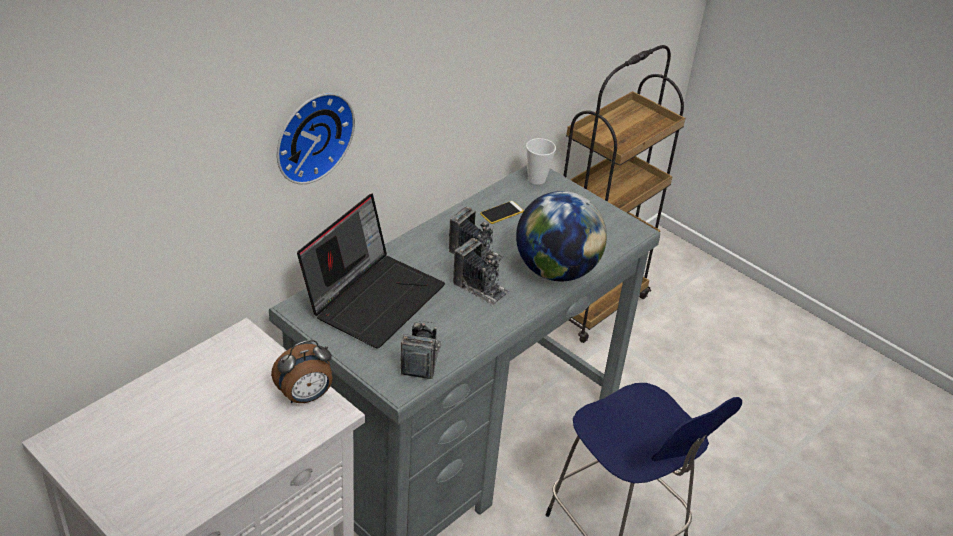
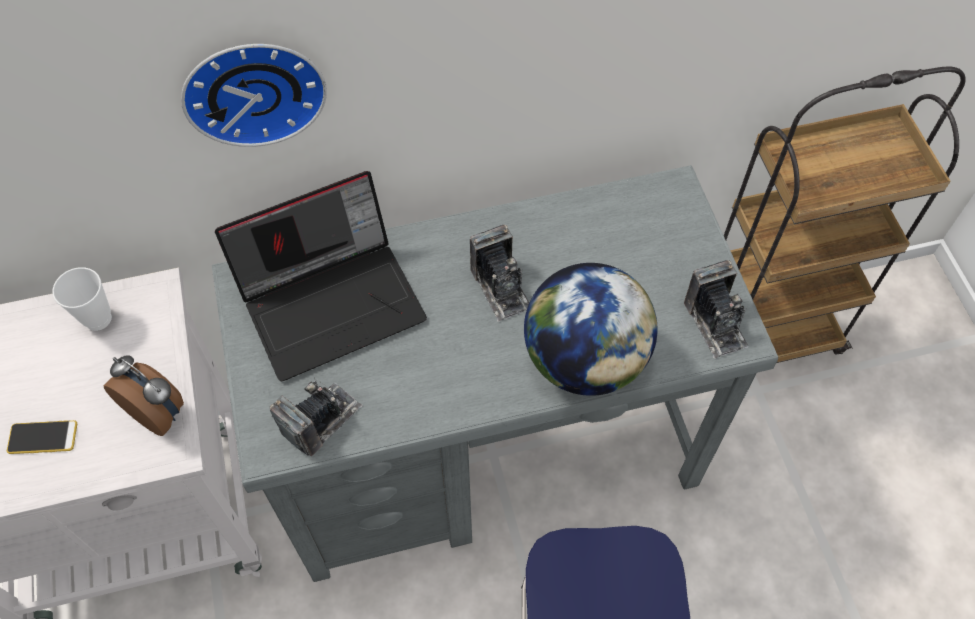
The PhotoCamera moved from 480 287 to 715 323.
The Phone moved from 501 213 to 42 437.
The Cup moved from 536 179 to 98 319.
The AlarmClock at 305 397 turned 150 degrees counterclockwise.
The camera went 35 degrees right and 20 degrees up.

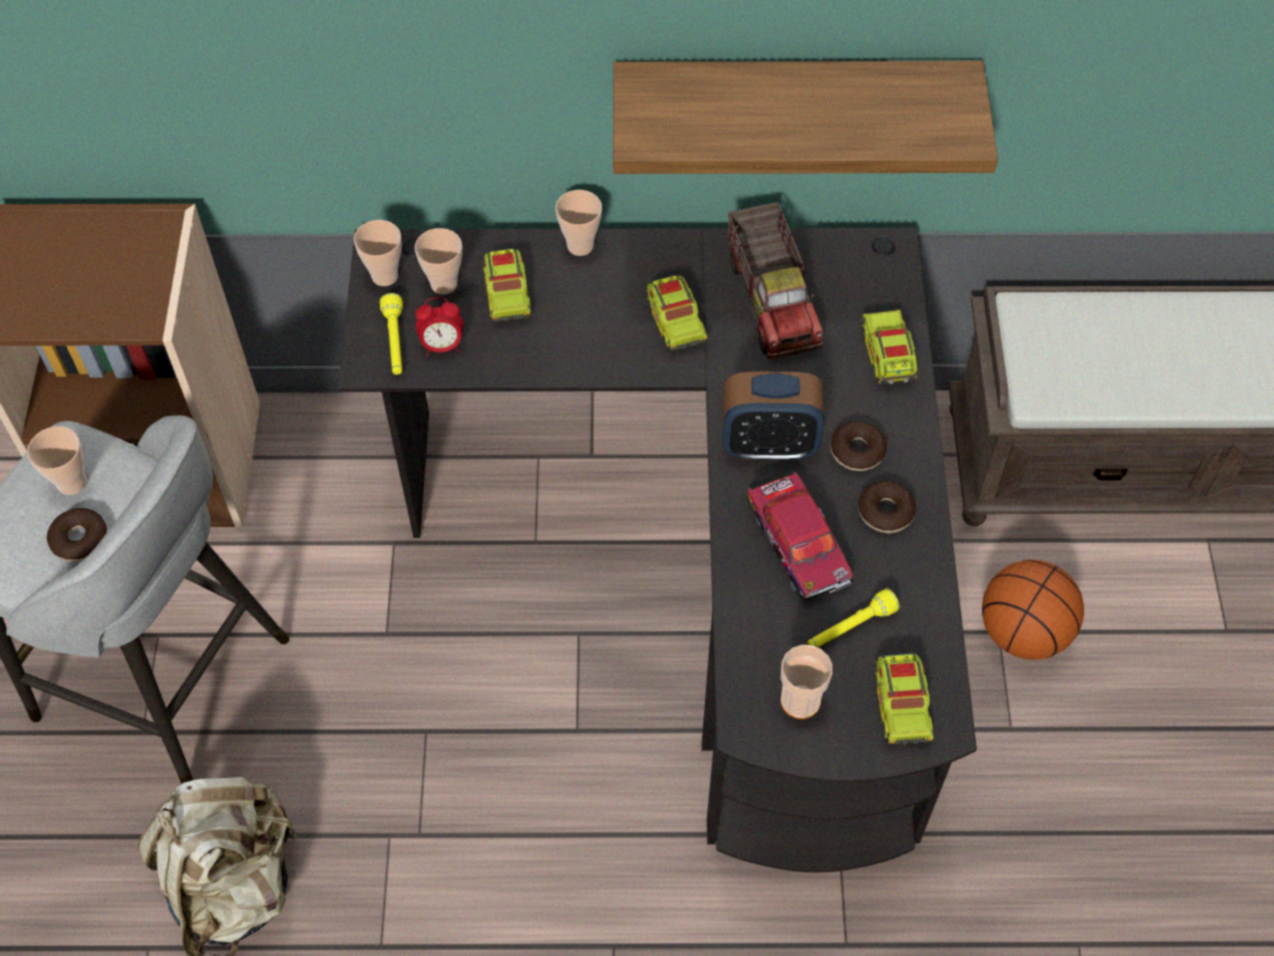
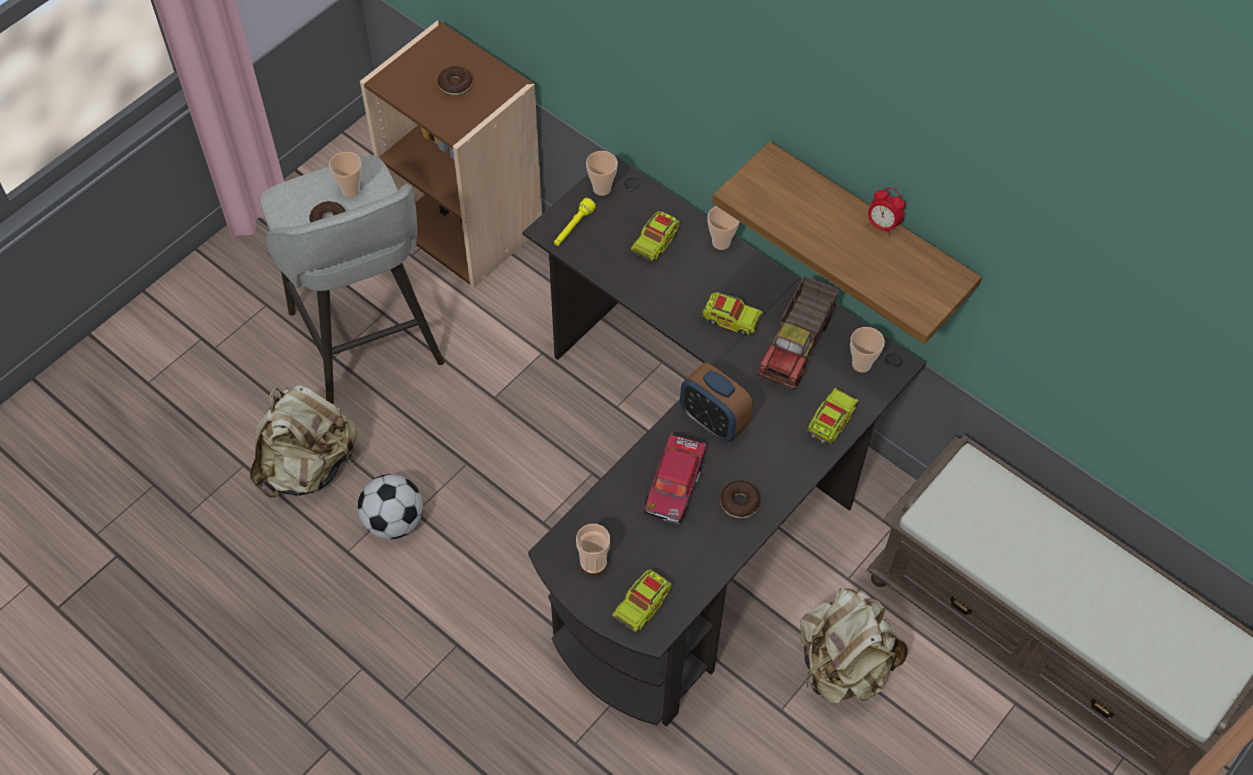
The YellowFlashlight at 850 628 disappeared.
The Football at 394 521 appeared.
The Cup moved from 444 284 to 861 364.
The AlarmClock moved from 442 346 to 882 225.
The Donut moved from 857 451 to 455 85.
The Basketball at 1023 632 was replaced by the BeigeBackpack at 843 665.
The ToyTruck at 675 321 turned 90 degrees counterclockwise.
The camera went 40 degrees right and 0 degrees up.

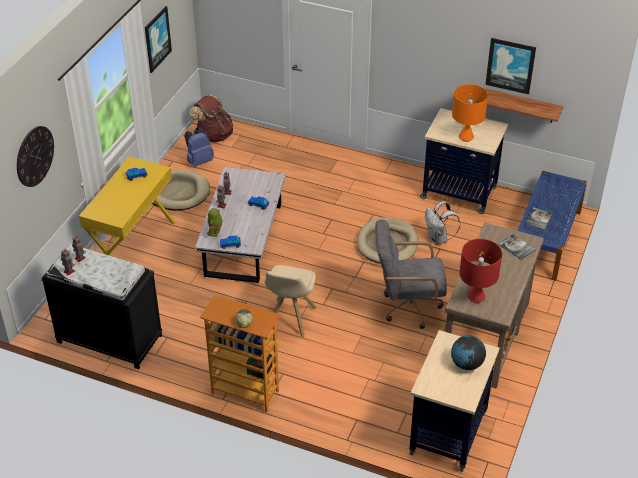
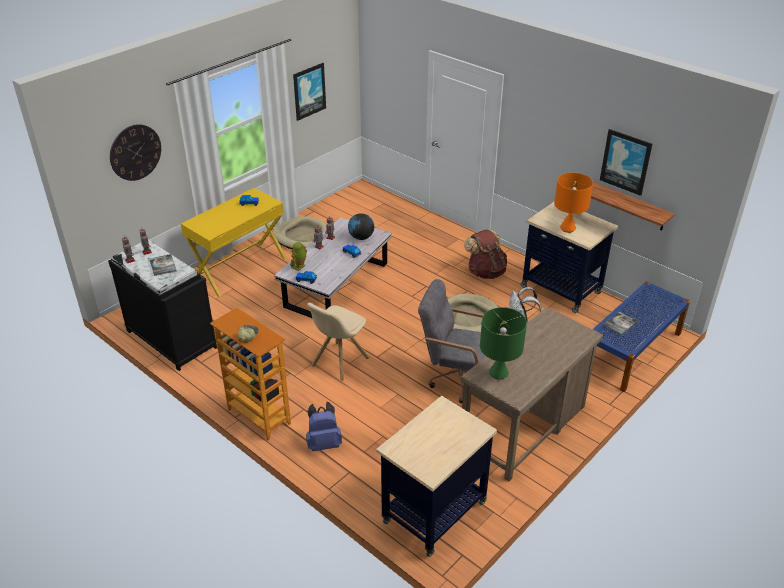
The BlueBackpack moved from 199 161 to 324 443.
The BrownBackpack moved from 214 135 to 485 272.
The Globe moved from 466 364 to 361 237.
The Book moved from 517 247 to 162 265.
The RedTableLamp at 476 297 became the GreenTableLamp at 498 374.
The camera went 20 degrees right and 5 degrees down.

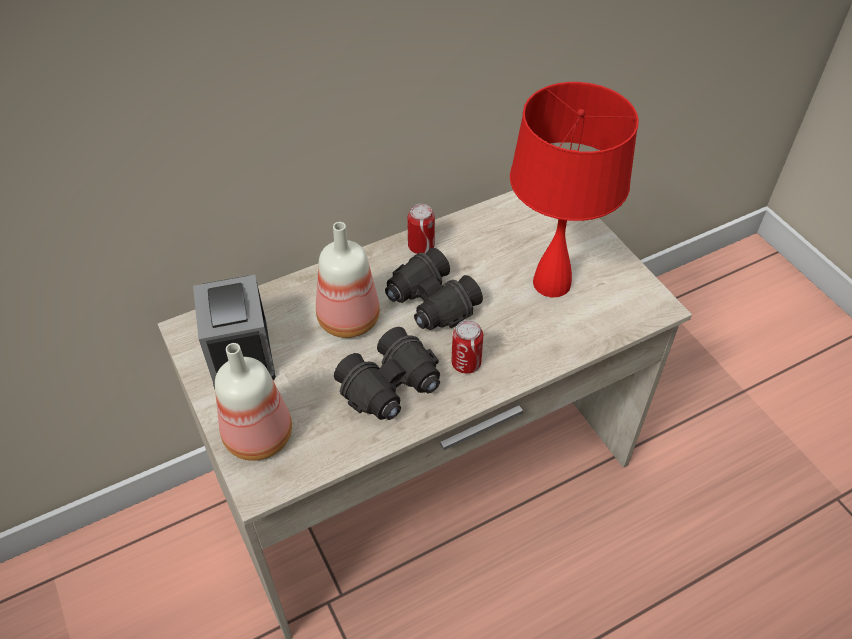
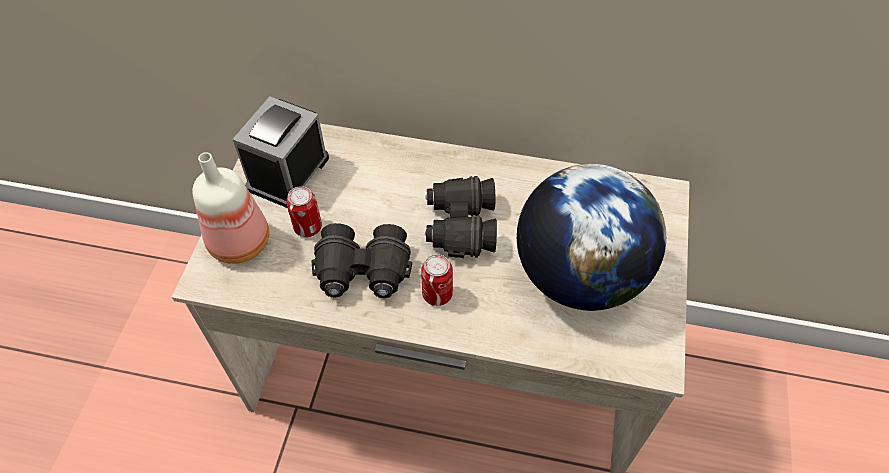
The Bottle at 348 321 disappeared.
The Can moved from 421 246 to 308 227.
The RedTableLamp at 551 283 was replaced by the Globe at 578 275.
The camera went 40 degrees right and 5 degrees up.

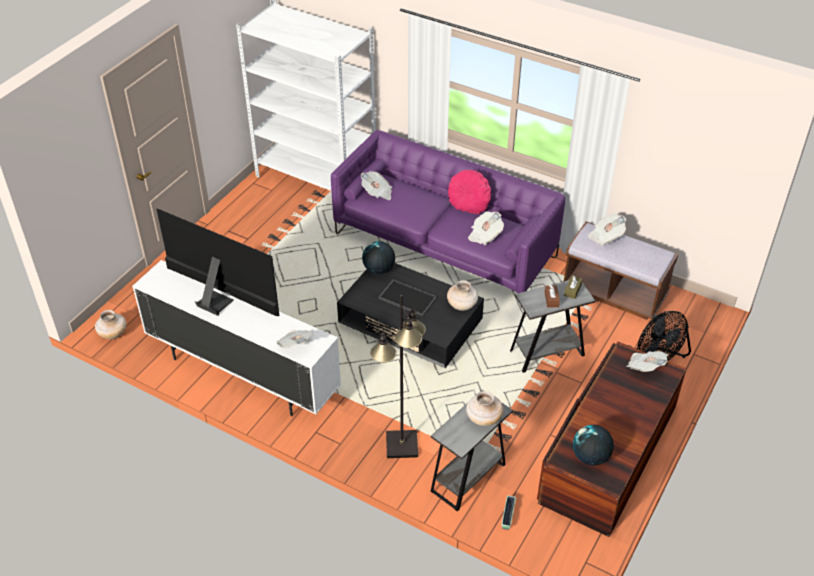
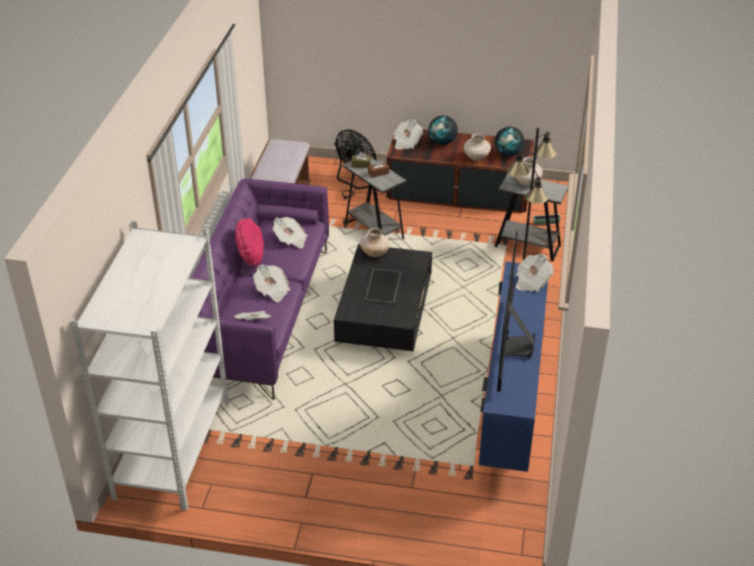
The BeigeVase moved from 113 334 to 476 157.
The Globe moved from 379 270 to 442 142.
The Newspaper moved from 605 236 to 272 290.
The WhiteTvStand at 242 374 became the BlueTvStand at 511 405.
The camera went 110 degrees left and 5 degrees down.

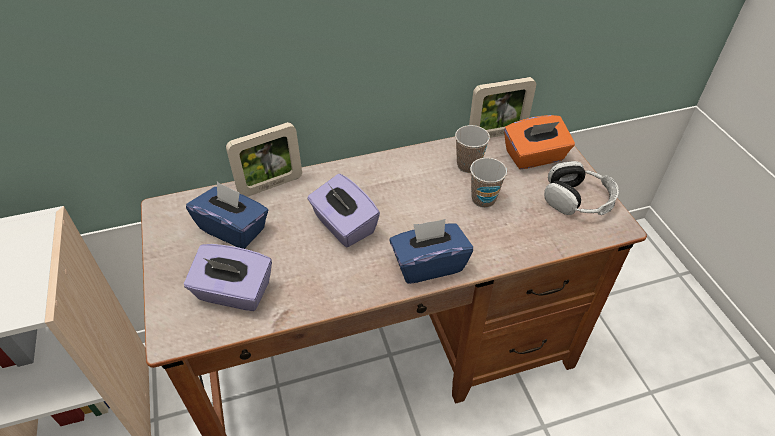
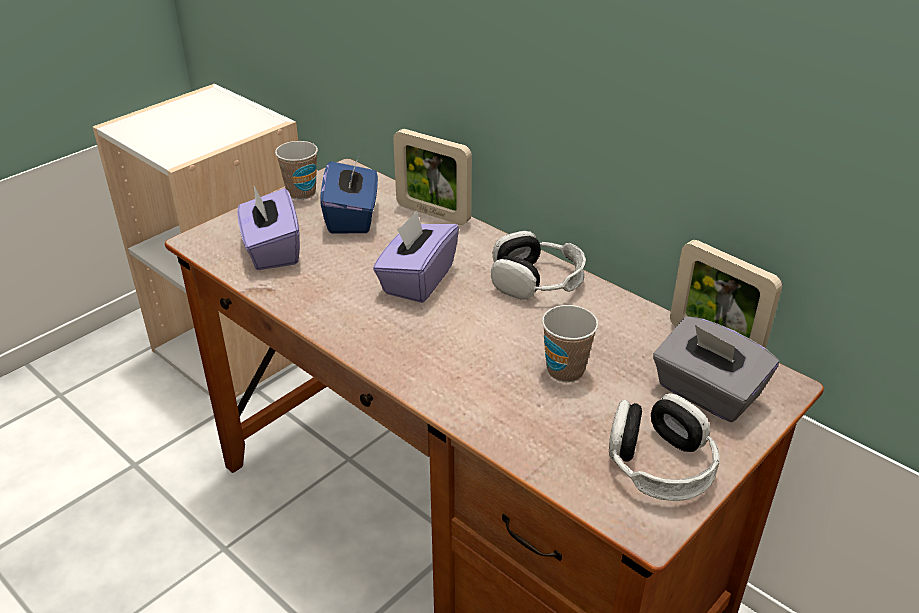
The BlueTissueBox at 428 264 disappeared.
The Headphones at 537 281 appeared.
The Cup moved from 468 165 to 301 193.
The OrangeTissueBox at 534 157 became the GreyTissueBox at 706 393.
The camera went 60 degrees right and 10 degrees down.

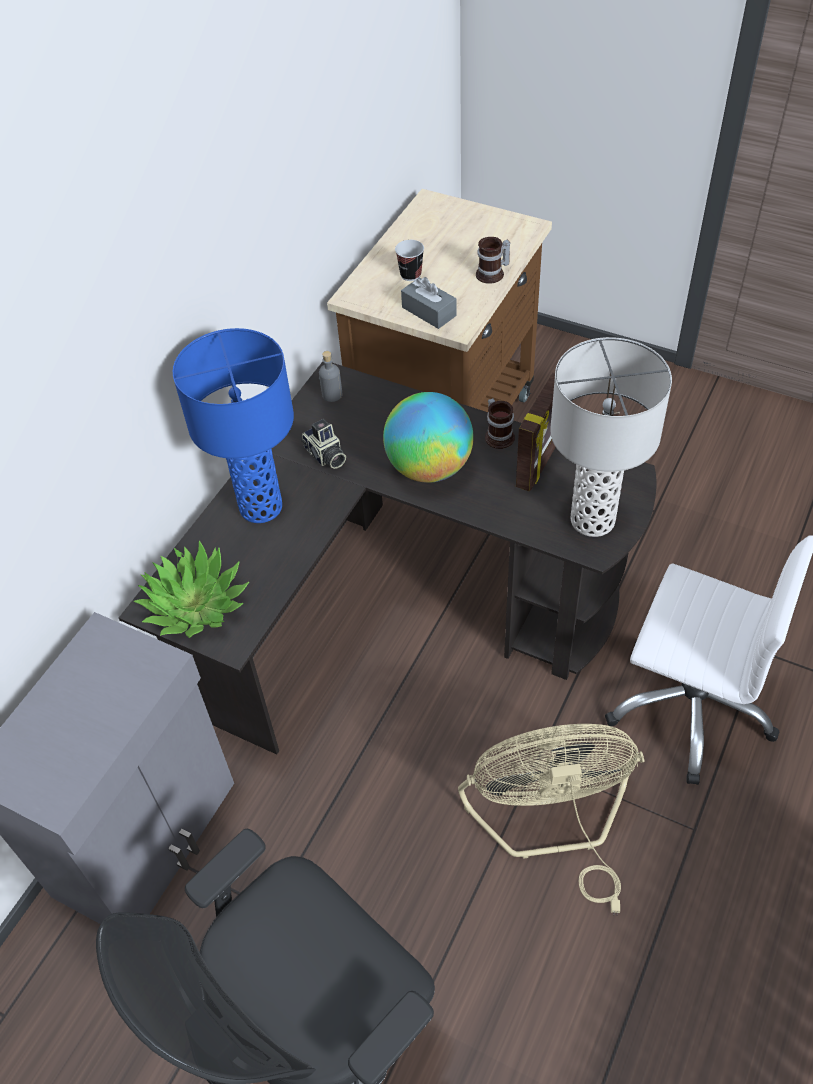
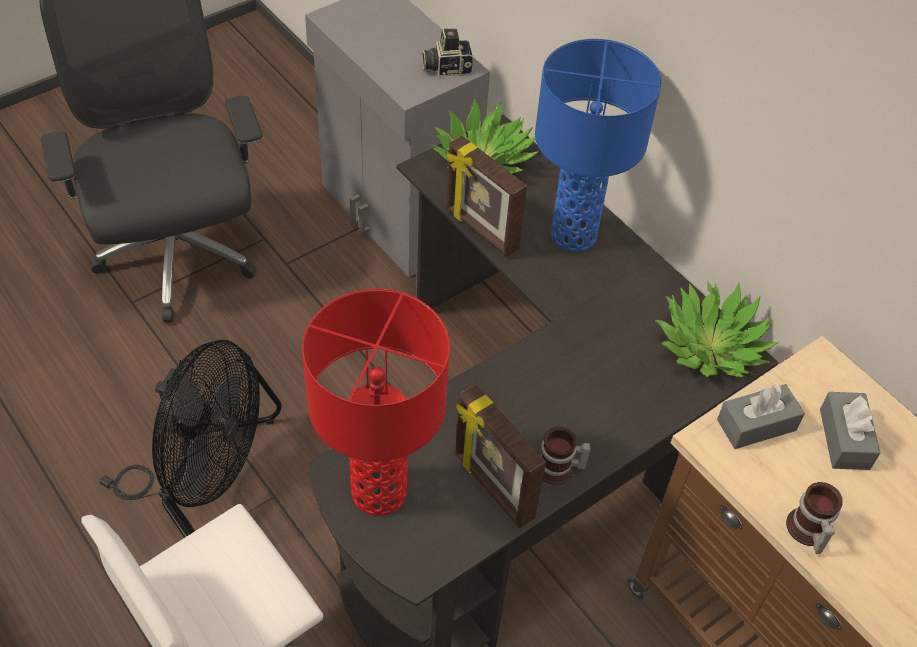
The Globe at 429 467 disappeared.
The PictureFrame at 480 230 appeared.
The PhotoCamera moved from 325 456 to 446 67.
The GreyBottle at 332 395 was replaced by the PottedPlant at 710 345.
The Cup at 410 275 was replaced by the GreyTissueBox at 844 439.
The BeigeFan at 558 828 became the BlackFan at 202 479.
The WhiteTableLamp at 592 519 became the RedTableLamp at 380 491.
The camera went 110 degrees right and 0 degrees up.

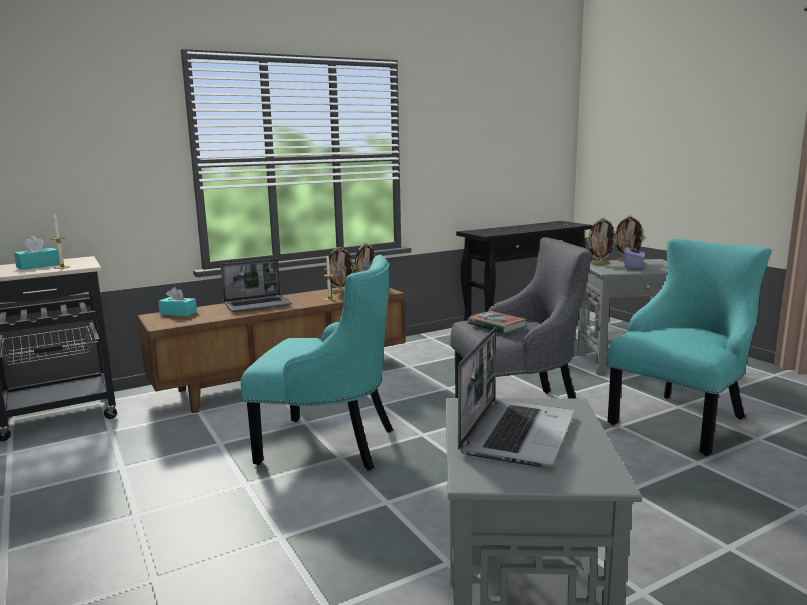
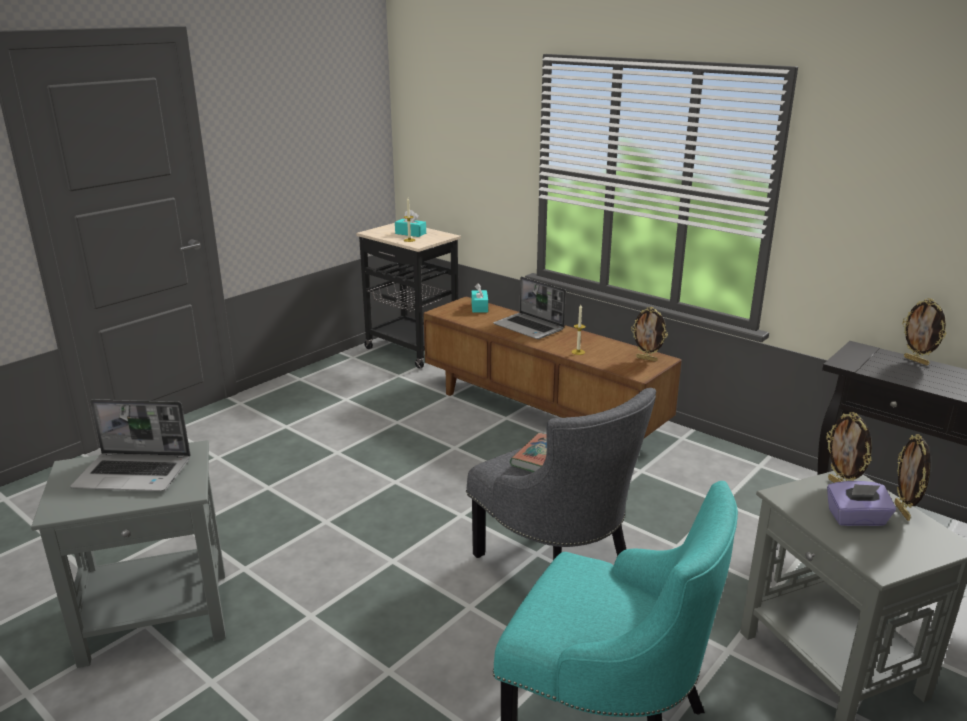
The TurquoiseArmchair at 325 445 disappeared.
The PictureFrame moved from 340 292 to 916 361.
The camera went 70 degrees right and 10 degrees up.

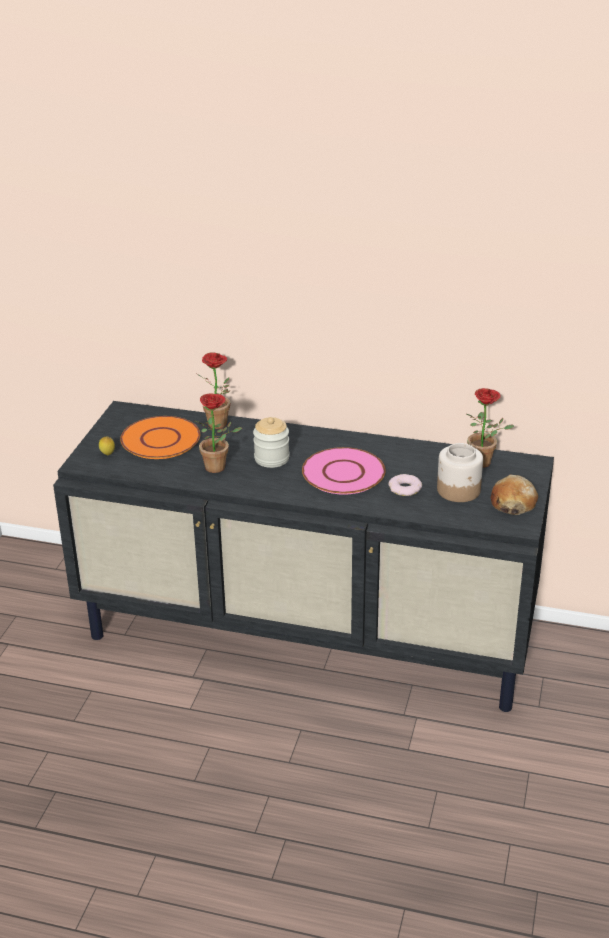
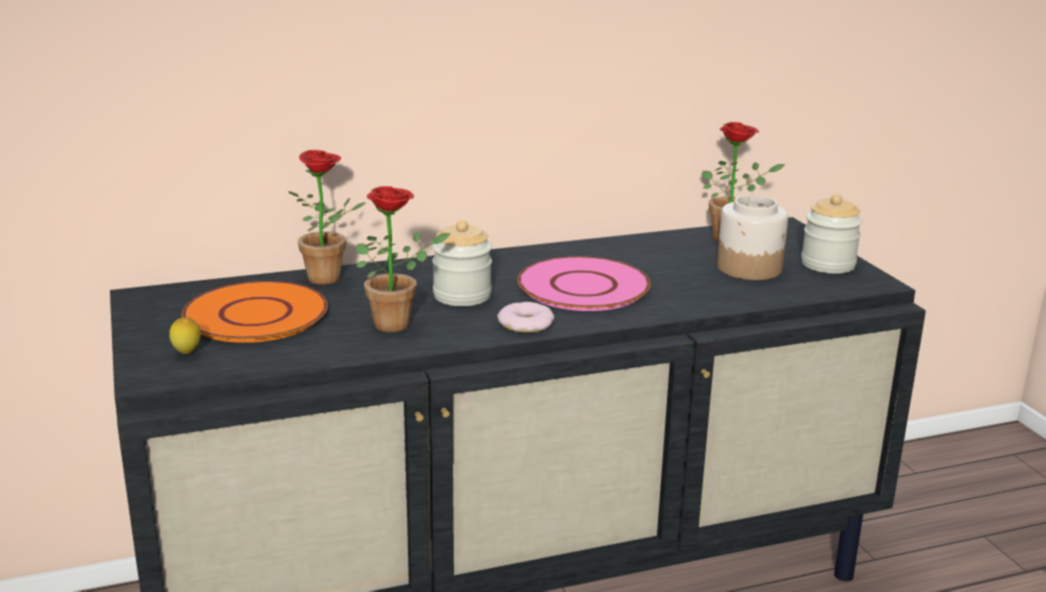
The Donut moved from 405 488 to 526 324.
The Bread at 513 503 was replaced by the Jar at 828 264.
The camera went 35 degrees left and 10 degrees down.

